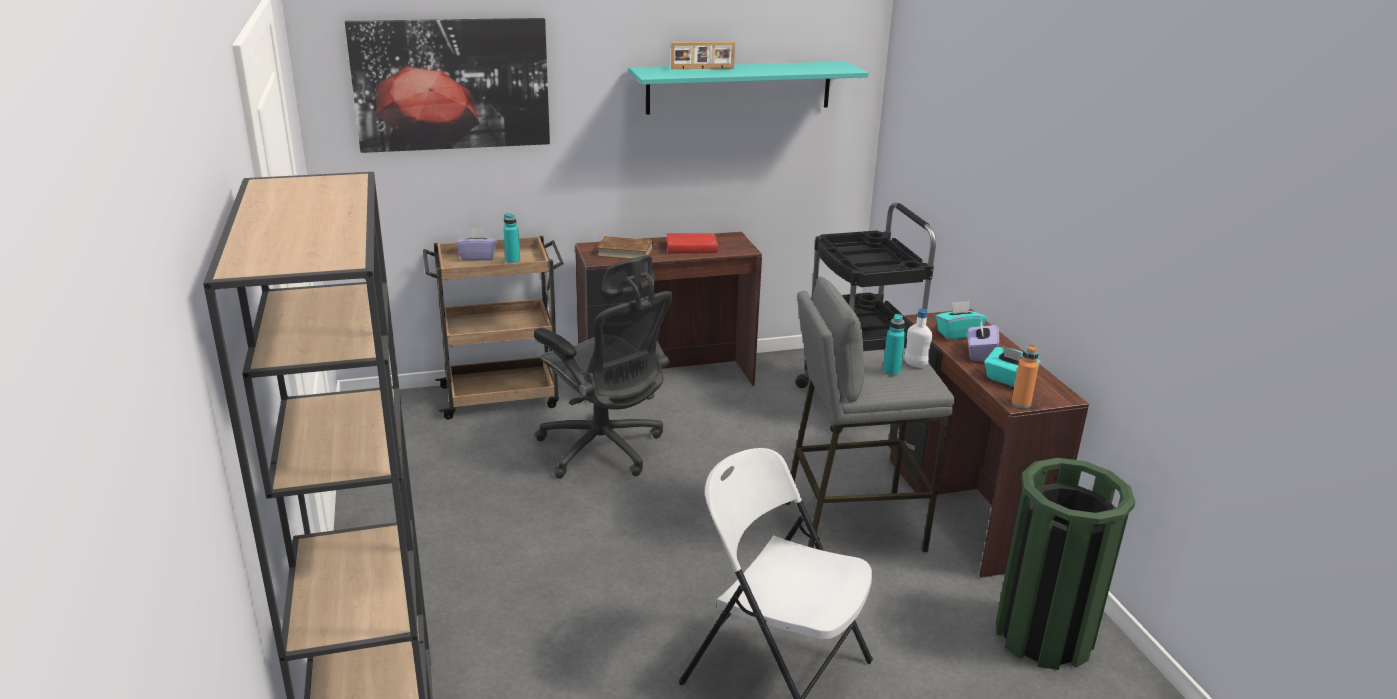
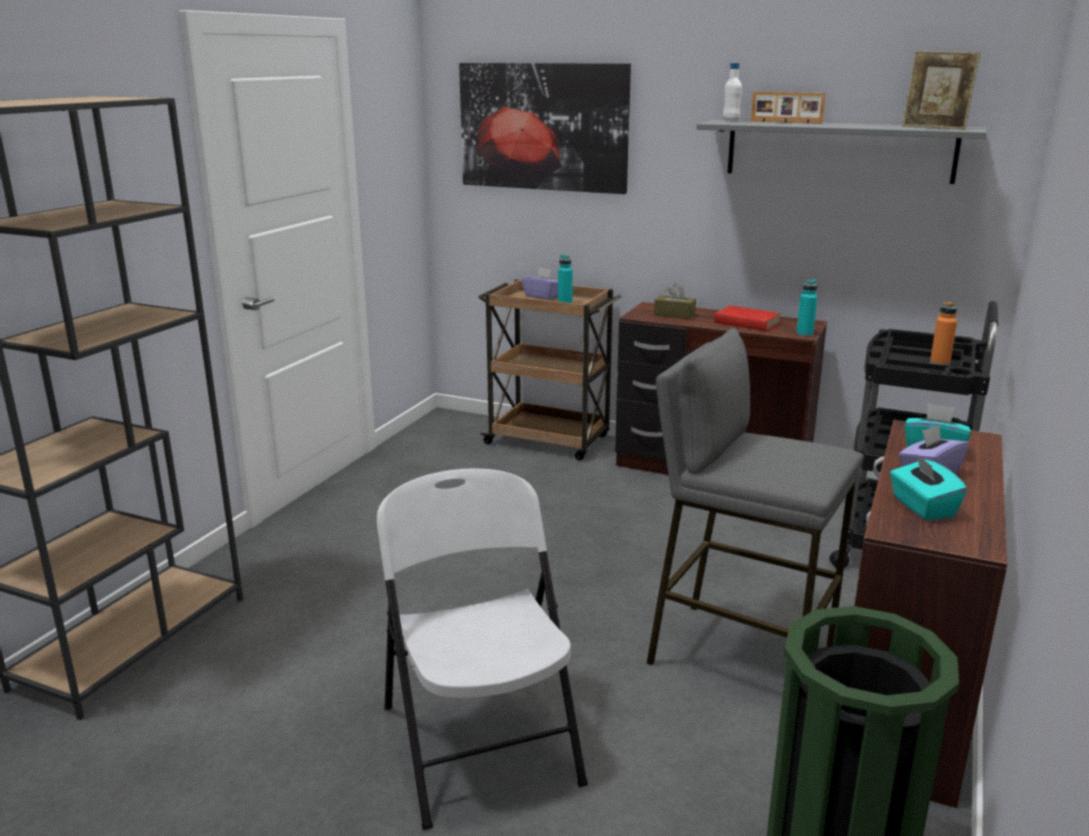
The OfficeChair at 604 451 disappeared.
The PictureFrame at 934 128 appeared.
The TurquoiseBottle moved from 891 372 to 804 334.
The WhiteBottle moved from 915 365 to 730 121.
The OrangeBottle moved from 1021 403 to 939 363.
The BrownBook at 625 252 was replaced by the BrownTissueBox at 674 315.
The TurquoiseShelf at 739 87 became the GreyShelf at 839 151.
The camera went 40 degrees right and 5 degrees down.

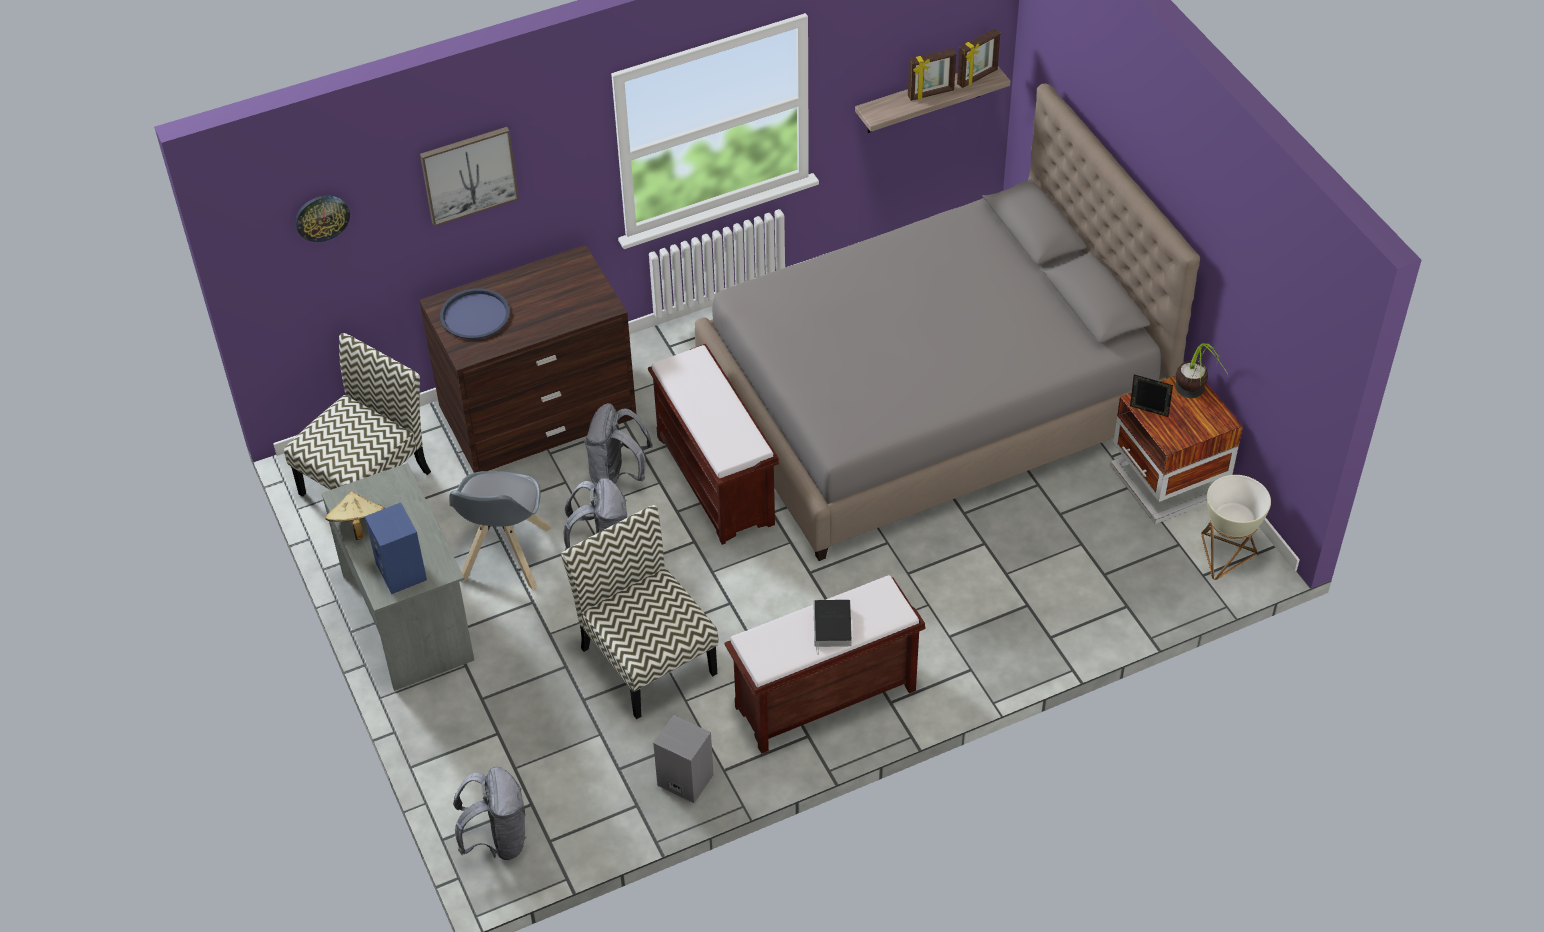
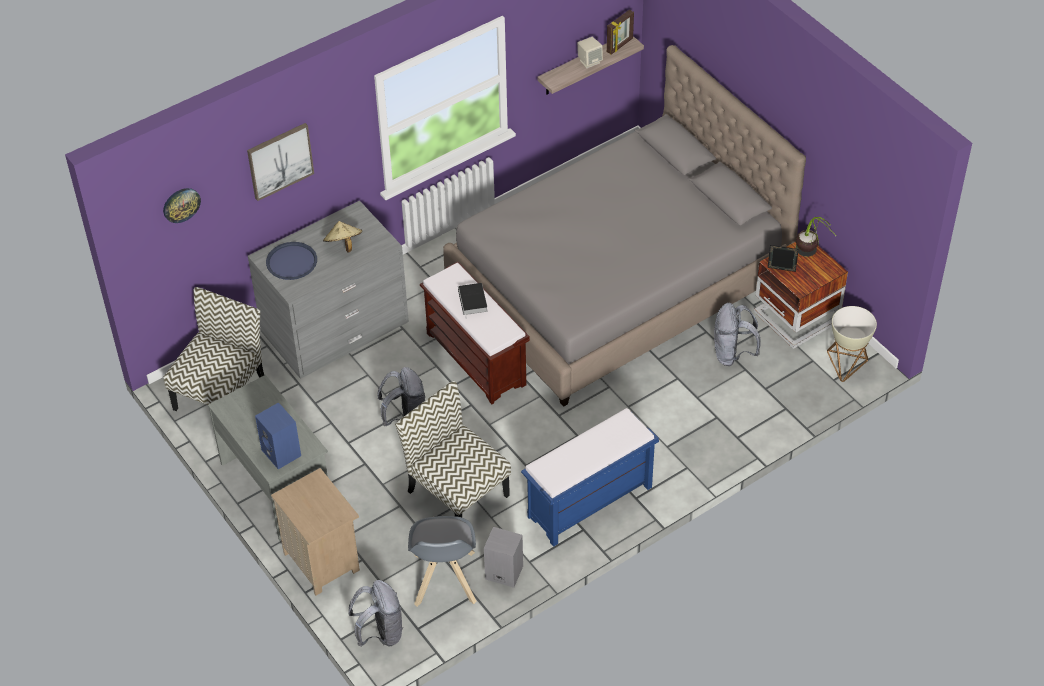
The BeigeNightstand at 322 560 appeared.
The BeigeHat moved from 357 525 to 343 244.
The GreyChair moved from 504 556 to 444 580.
The GreyBackpack moved from 618 475 to 732 354.
The Book moved from 832 627 to 473 301.
The PictureFrame at 931 94 was replaced by the BeigeSpeaker at 589 61.
The BrownDresser at 537 411 became the GreyDresser at 335 326.
The BrownBench at 824 700 became the BlueBench at 589 503.
The camera went 10 degrees left and 0 degrees up.

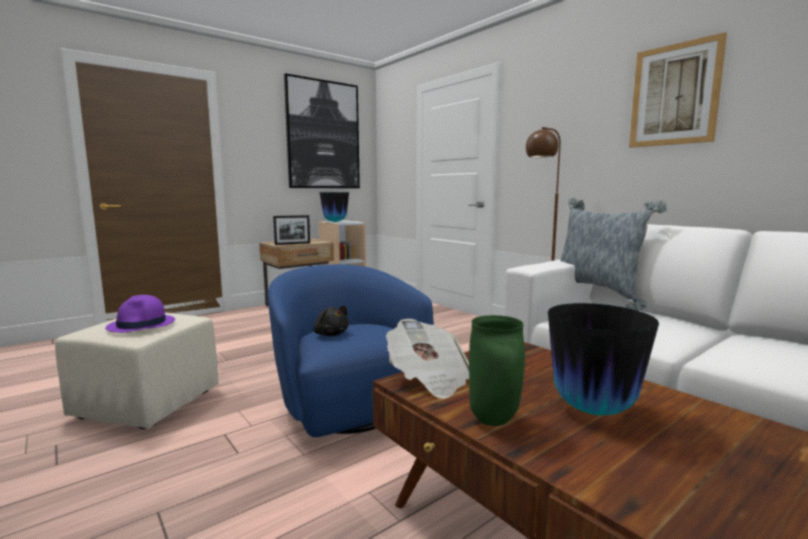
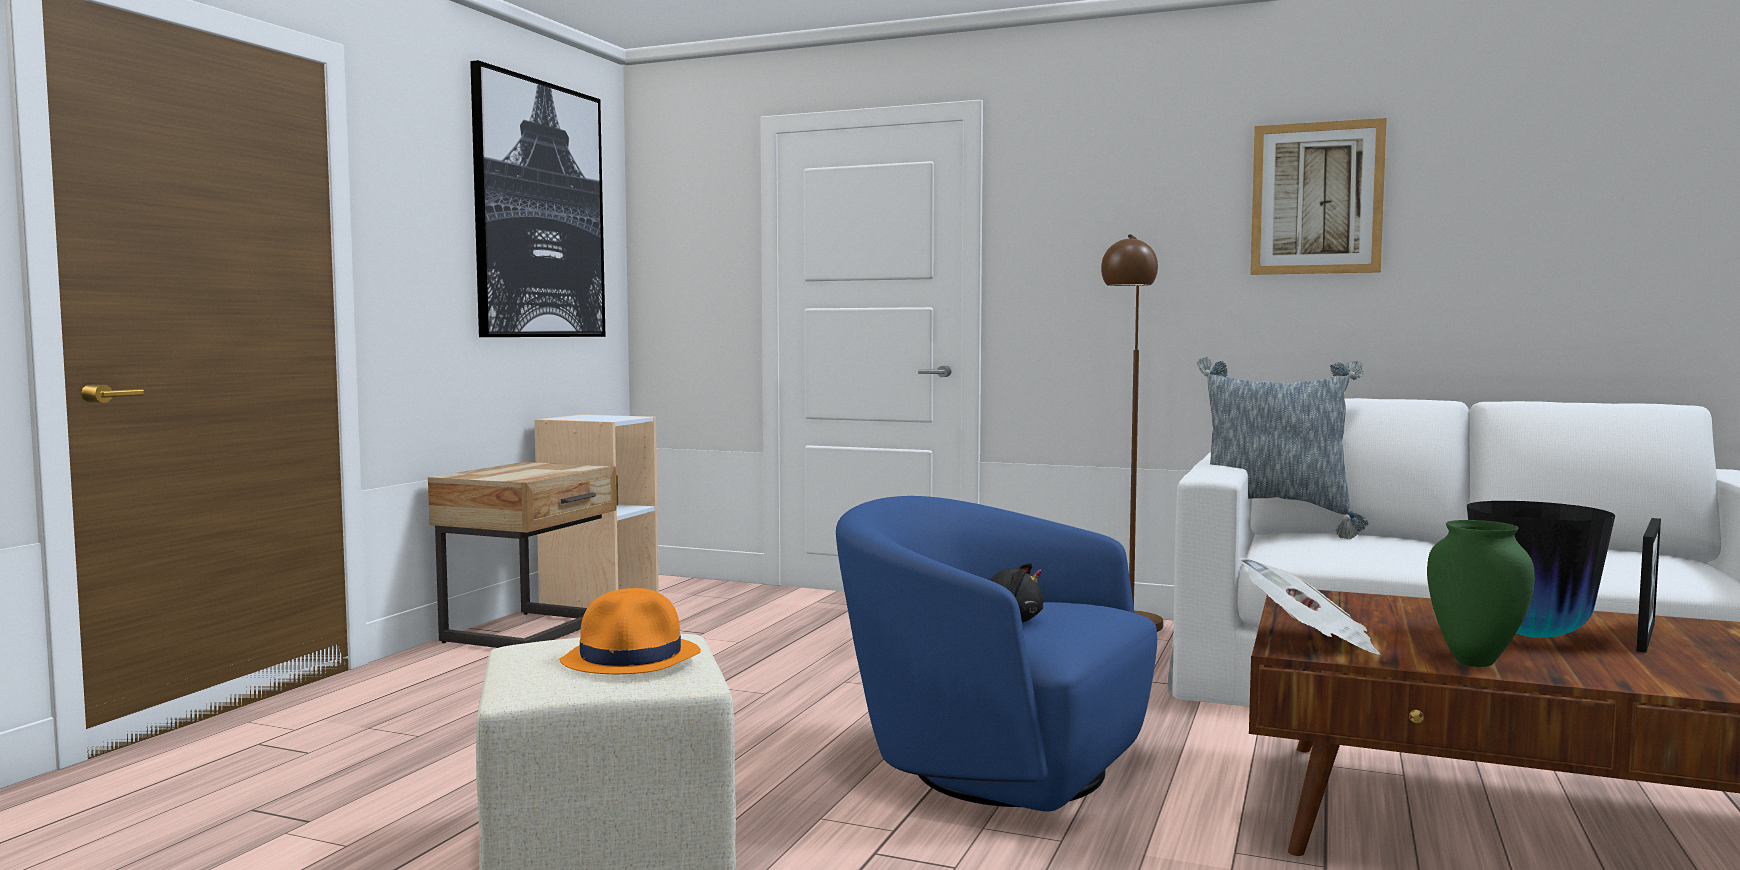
The Vase at 335 222 disappeared.
The PictureFrame moved from 292 244 to 1645 637.
The PurpleHat at 142 325 became the OrangeHat at 632 658.
The camera went 30 degrees left and 5 degrees down.

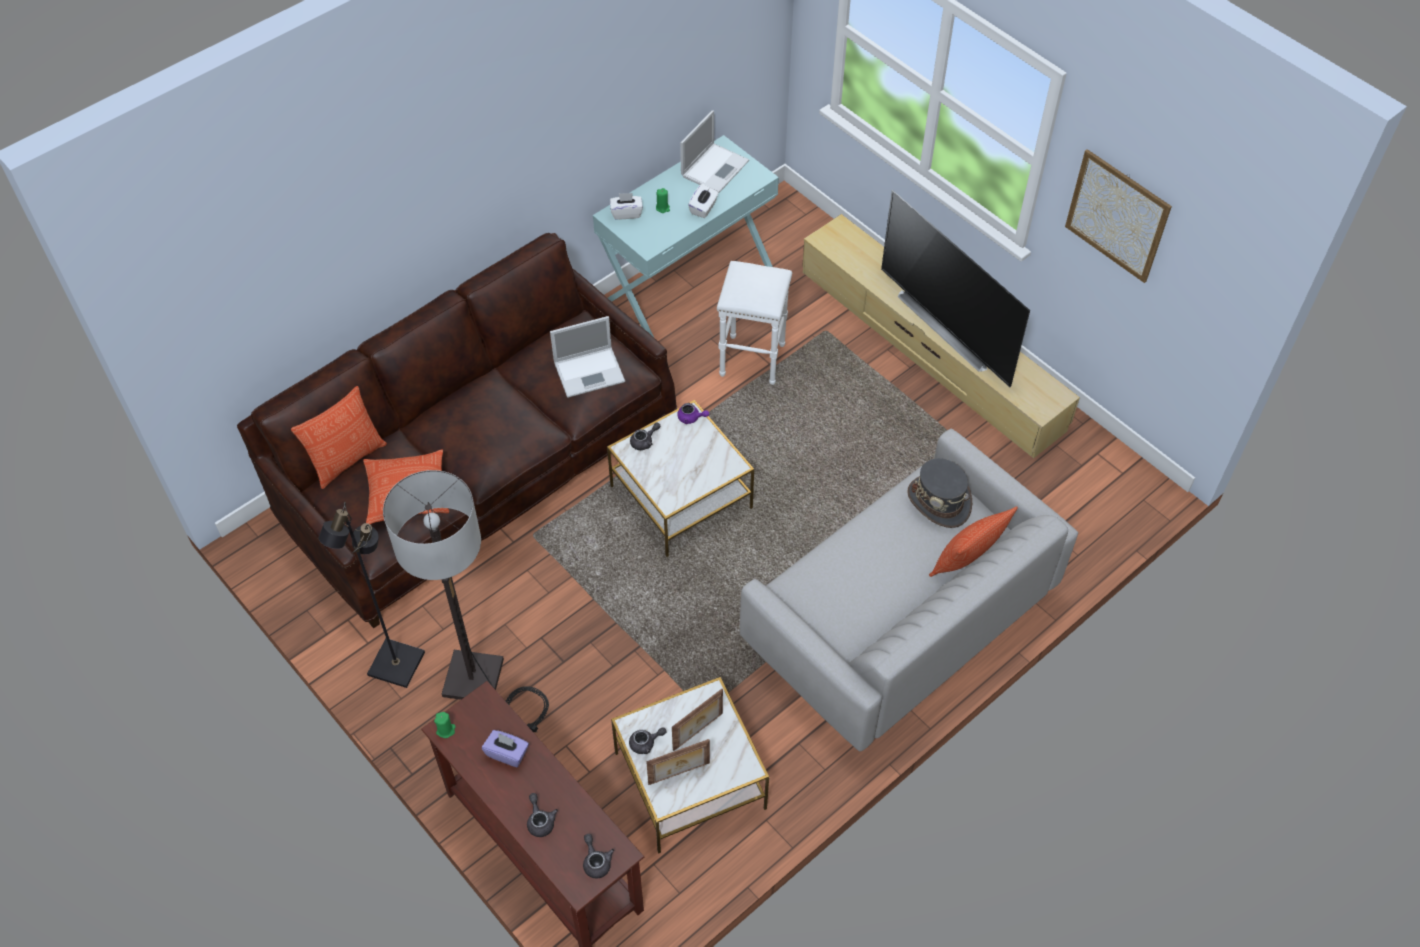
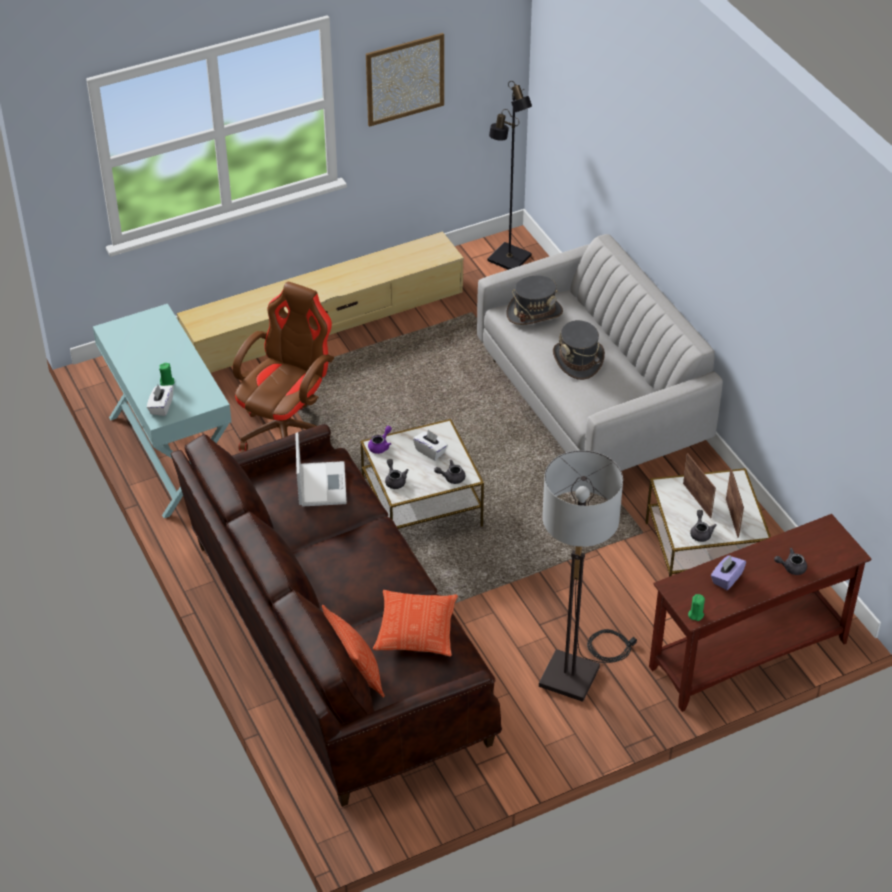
The Laptop at 715 167 disappeared.
The Television at 949 325 disappeared.
The OrangePillow at 966 562 disappeared.
The GreyHat at 578 360 appeared.
The BlackFloorLamp moved from 396 663 to 509 258.
The GreyTeapot moved from 596 861 to 451 477.
The WhiteTissueBox moved from 703 208 to 430 451.
The WhiteStool at 753 360 was replaced by the BrownOfficeChair at 287 429.
The camera went 75 degrees left and 10 degrees down.

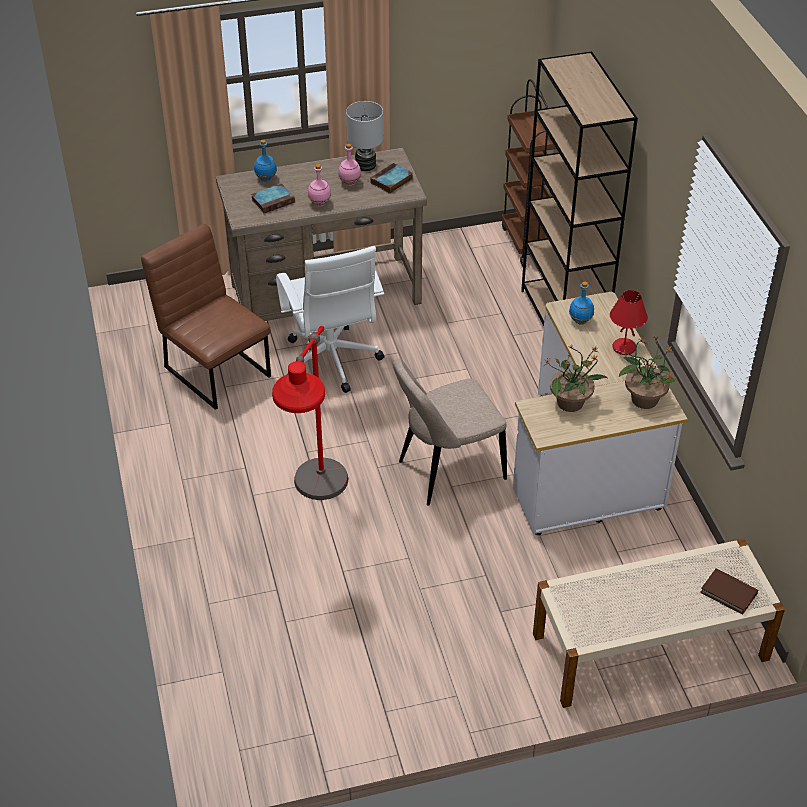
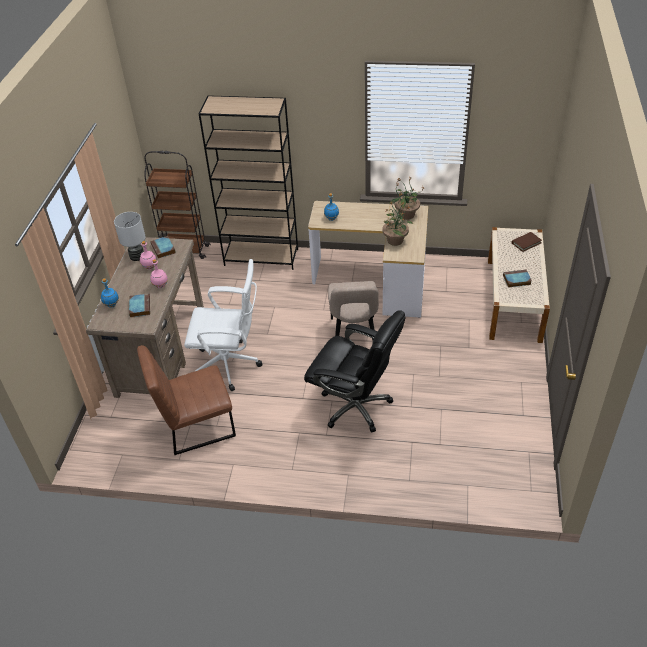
The RedTableLamp at 623 348 disappeared.
The Book at 516 280 appeared.
The RedFloorLamp at 316 508 was replaced by the BlackOfficeChair at 354 406.
The camera went 65 degrees left and 0 degrees up.

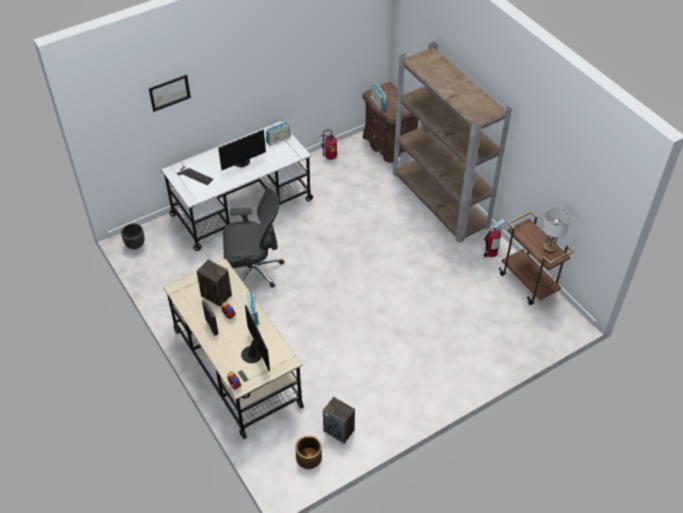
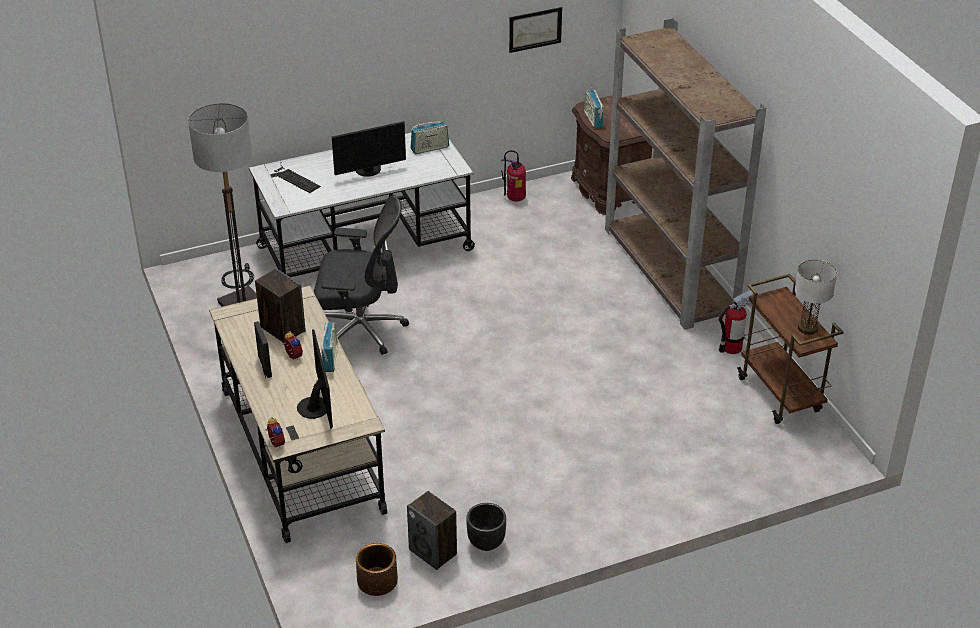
The FloorLamp at 241 297 appeared.
The BlackPlanter moved from 135 245 to 485 543.
The Picture moved from 169 92 to 535 29.
The camera went 10 degrees right and 10 degrees down.

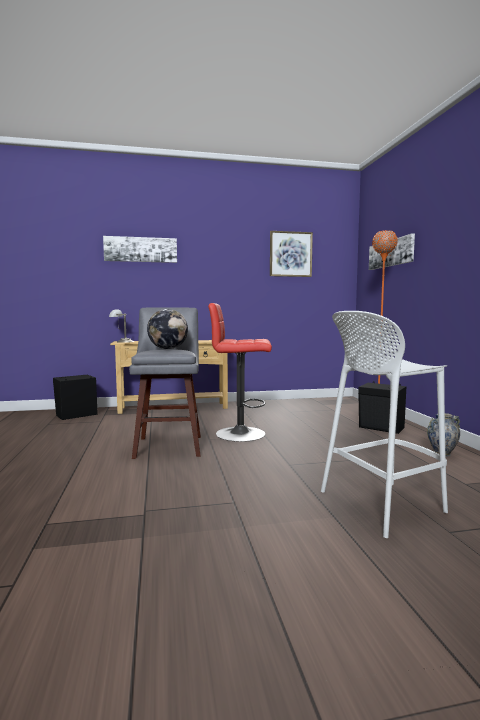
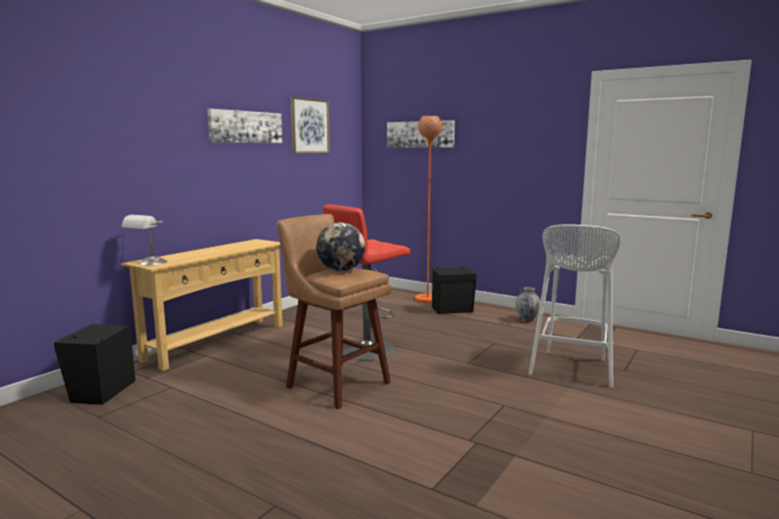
The Picture moved from 141 249 to 246 127.
The GreyStool at 169 445 became the BrownStool at 336 383.
The camera went 45 degrees left and 5 degrees up.

